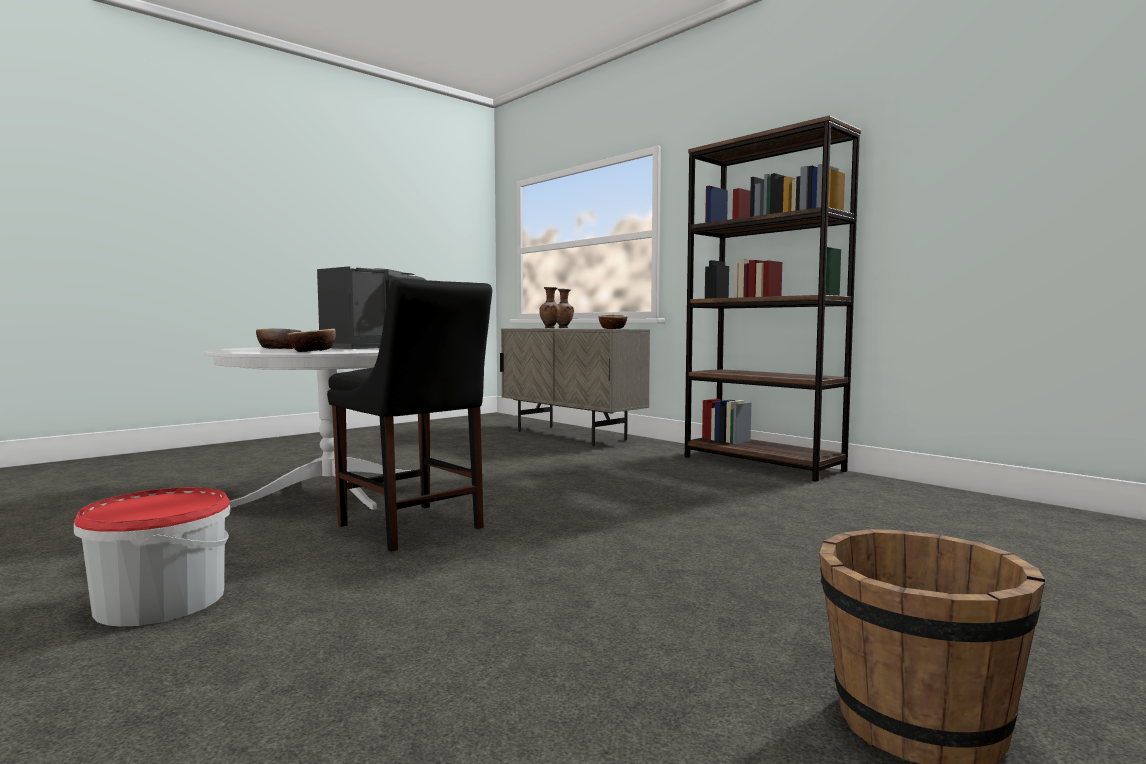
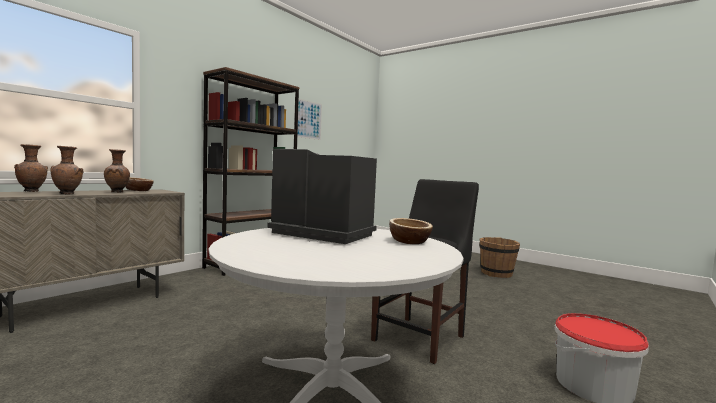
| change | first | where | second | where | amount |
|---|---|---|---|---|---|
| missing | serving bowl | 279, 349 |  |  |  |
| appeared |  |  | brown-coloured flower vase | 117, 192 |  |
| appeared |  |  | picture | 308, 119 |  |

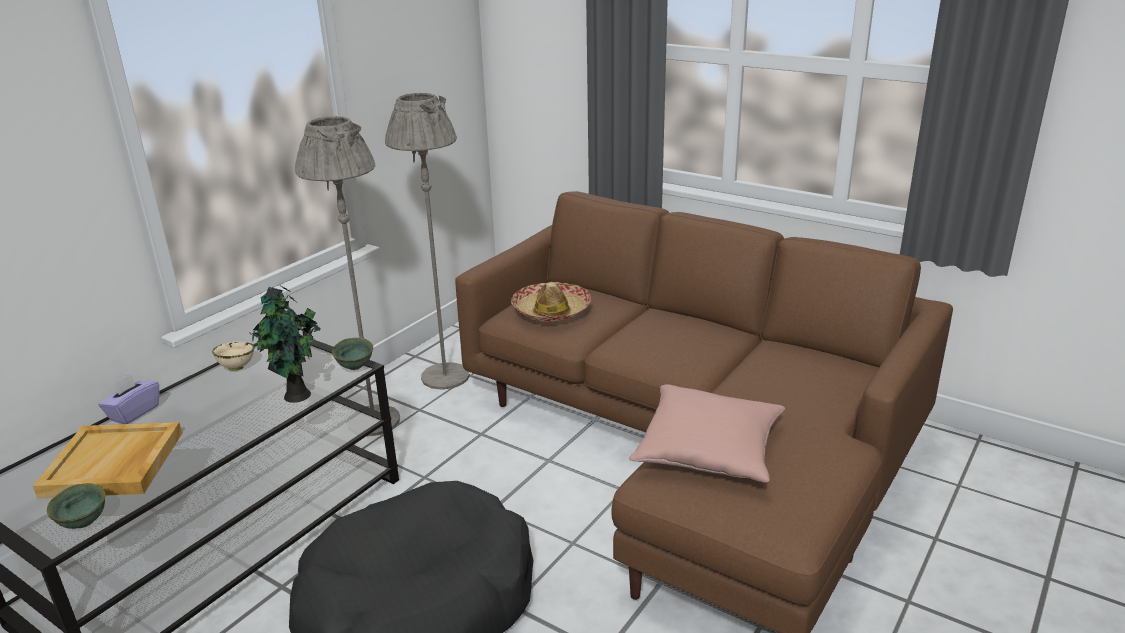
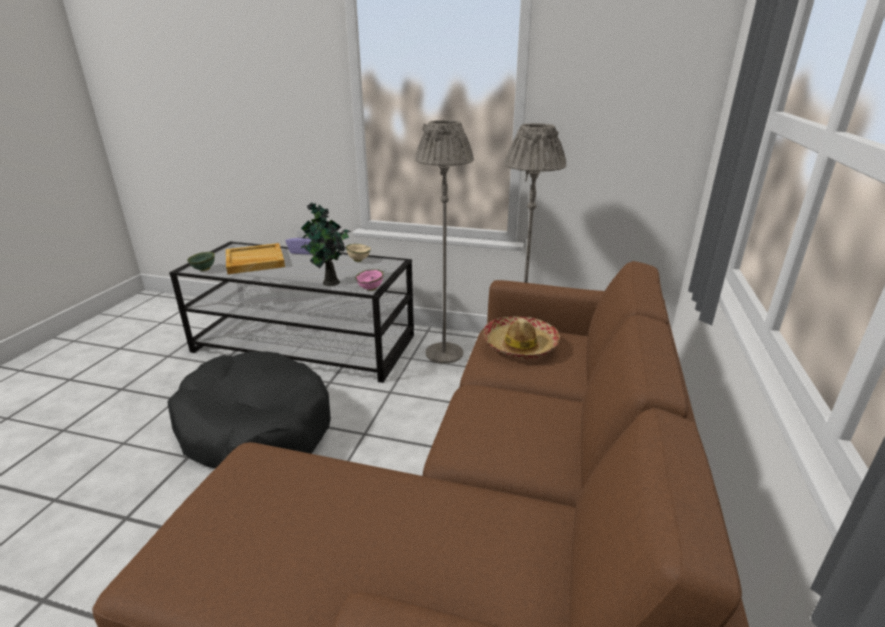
| change | first | where | second | where | amount |
|---|---|---|---|---|---|
| colour | green-coloured serving bowl | 356, 367 | pink-coloured serving bowl | 371, 289 |  |
| missing | pink-coloured pillow | 708, 450 |  |  |  |

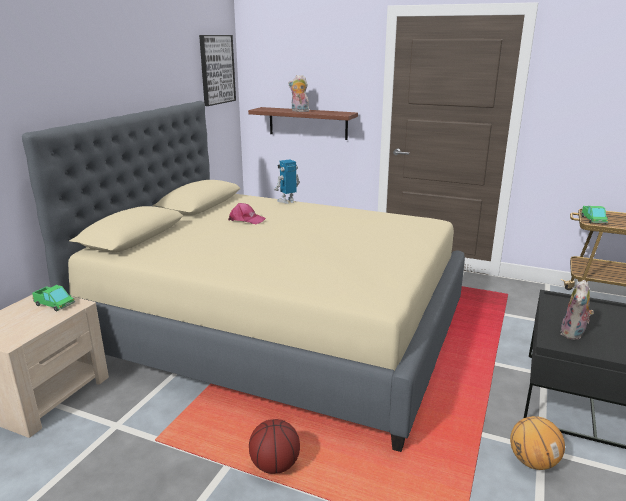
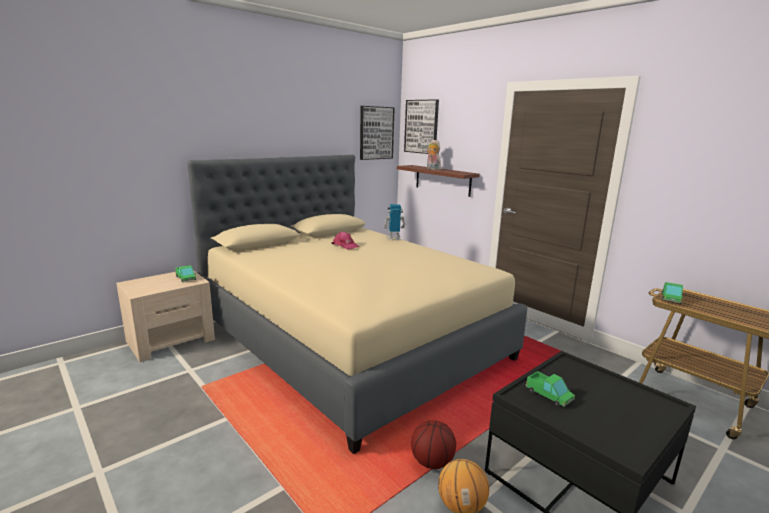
| change | first | where | second | where | amount |
|---|---|---|---|---|---|
| relocated | basketball ball | 274, 465 |  | 431, 462 |  |
| exchanged | plush toy | 574, 334 | toy truck | 548, 395 |  |
| appeared |  |  | picture | 421, 126 |  |

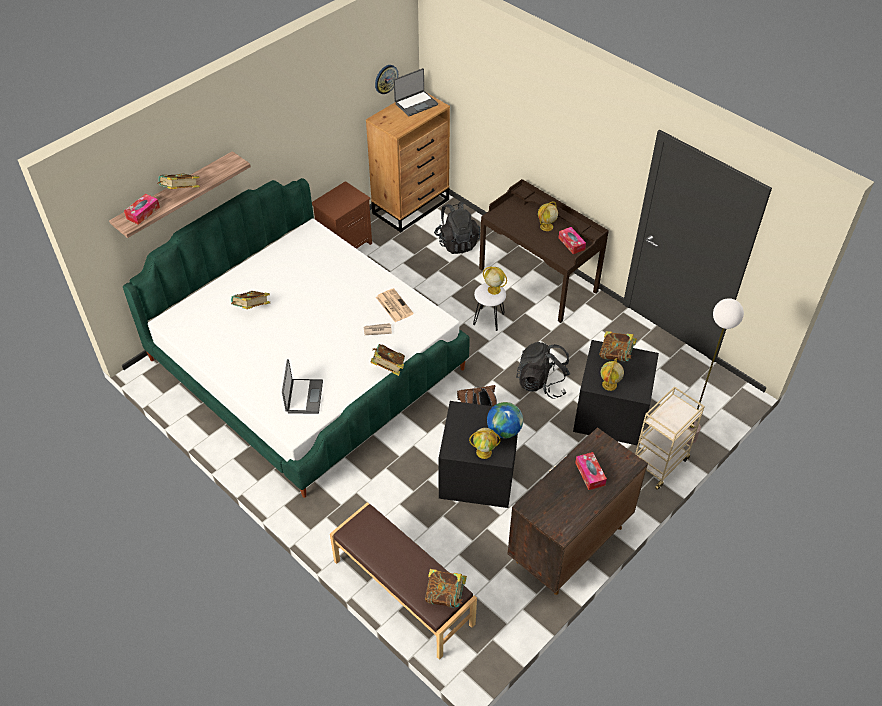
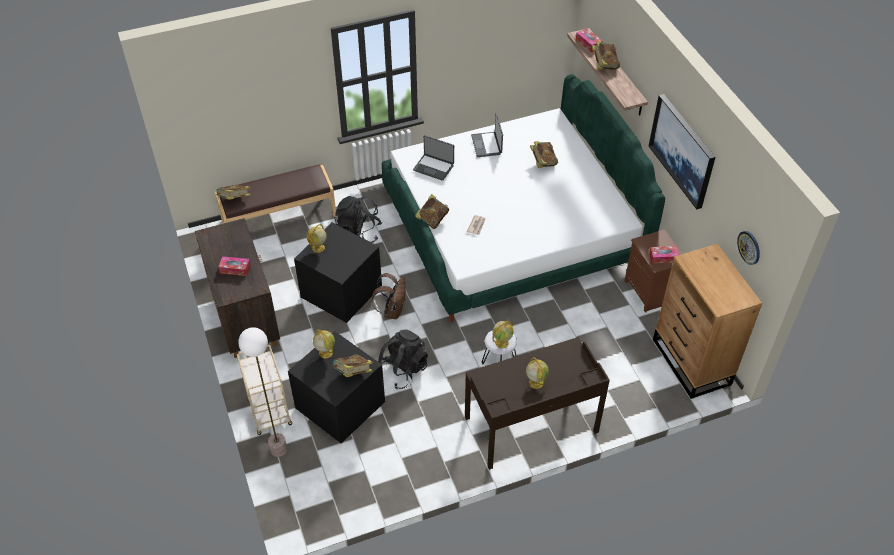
| change | first | where | second | where | amount |
|---|---|---|---|---|---|
| missing | printed paper | 393, 305 |  |  |  |
| relocated | notebook computer | 416, 104 |  | 487, 145 |  |
| relocated | black-coloured knapsack | 457, 242 |  | 358, 233 |  |
| missing | globe | 504, 431 |  |  |  |
| relocated | box of tissues | 571, 243 |  | 663, 257 |  |
| appeared |  |  | picture | 682, 150 |  |

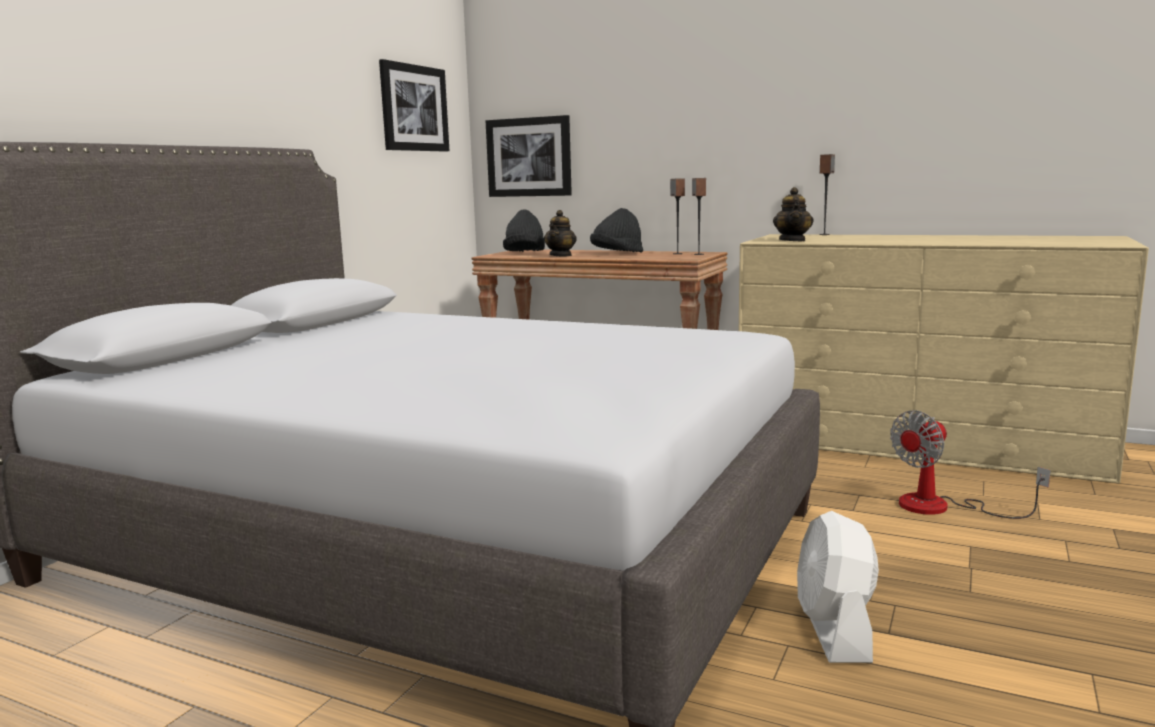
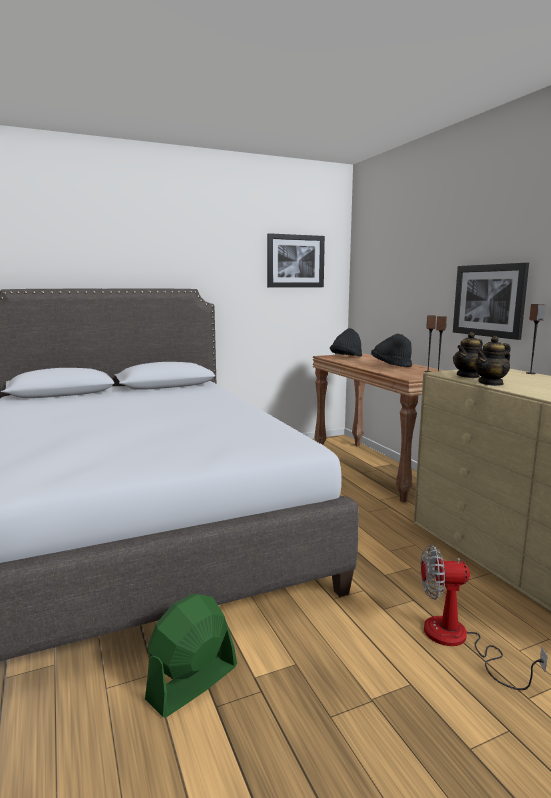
| change | first | where | second | where | amount |
|---|---|---|---|---|---|
| relocated | picture | 529, 157 |  | 489, 300 |  |
| relocated | tea pot | 561, 255 |  | 491, 383 |  |
| colour | white electric fan | 834, 631 | green-coloured electric fan | 192, 683 |  |

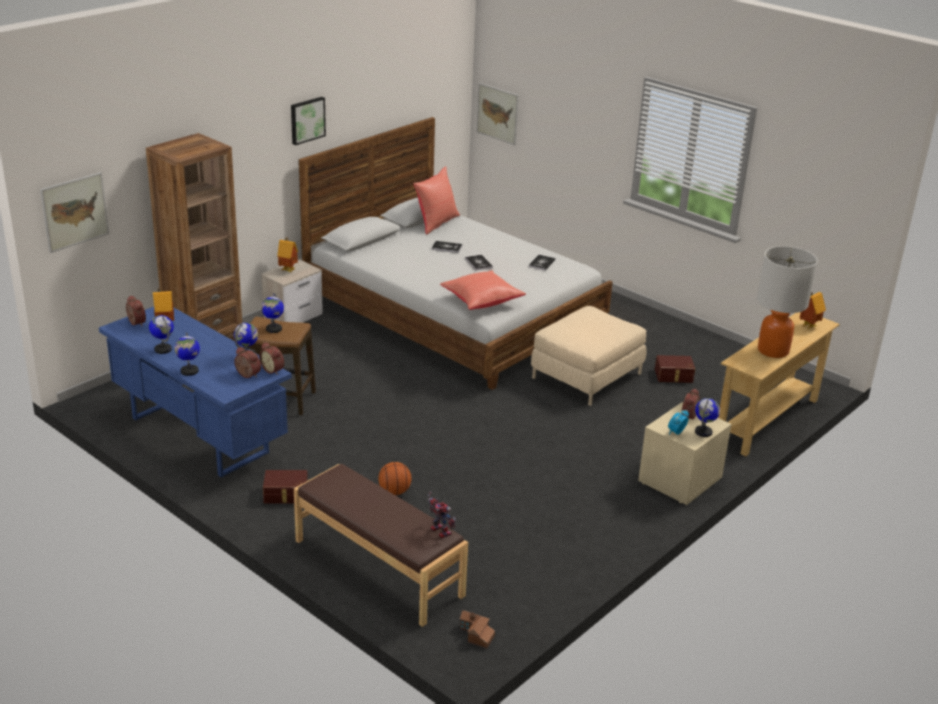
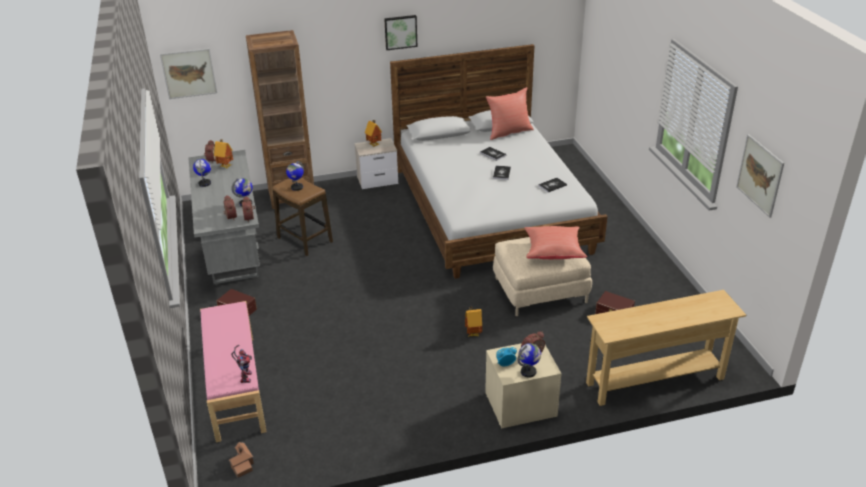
| change | first | where | second | where | amount |
|---|---|---|---|---|---|
| colour | blue-coloured desk | 198, 435 | greyish desk | 231, 249 |  |
| missing | globe | 189, 371 |  |  |  |
| colour | brown-coloured bench | 377, 568 | pink-coloured bench | 234, 387 |  |
| missing | basketball ball | 394, 492 |  |  |  |
| relocated | red-coloured pillow | 481, 301 |  | 553, 251 |  |
| relocated | picture | 497, 113 |  | 760, 175 |  |
| missing | tabletop lamp | 773, 350 |  |  |  |
| relocated | model house | 808, 326 |  | 473, 334 |  |

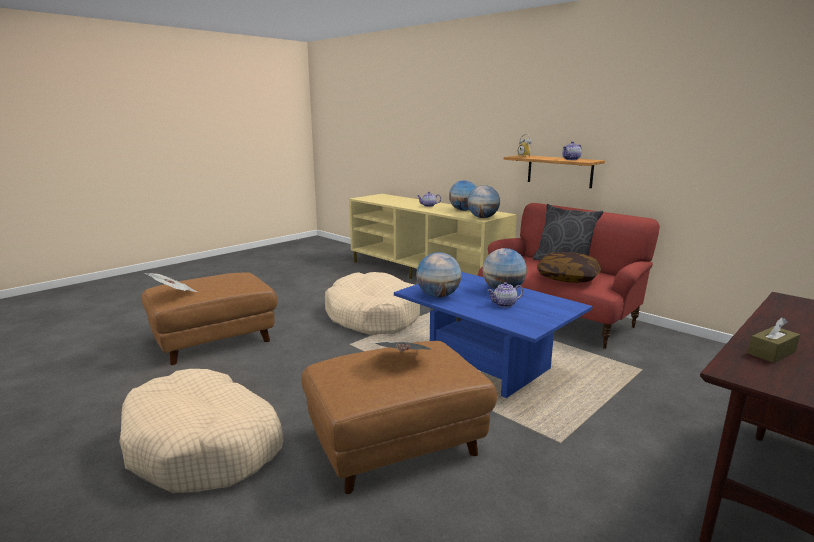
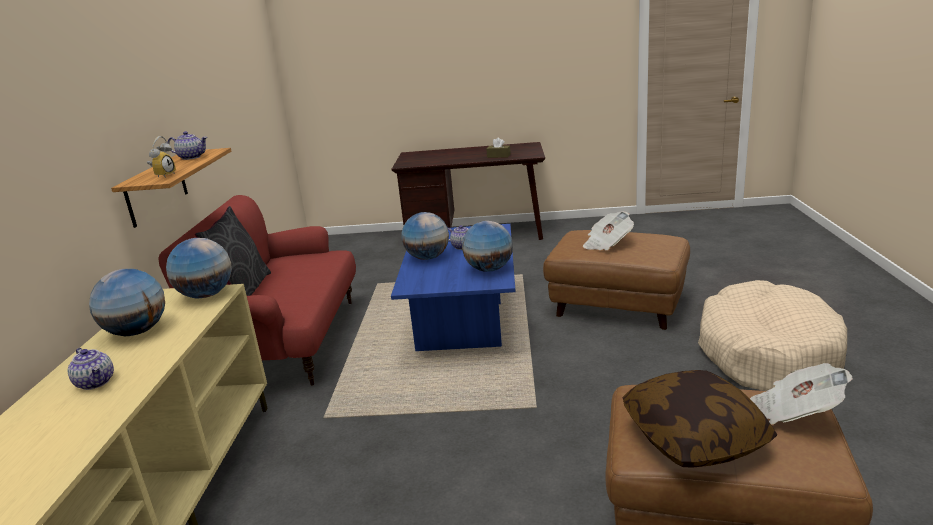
| change | first | where | second | where | amount |
|---|---|---|---|---|---|
| missing | sand-coloured pet bed | 373, 316 |  |  |  |
| relocated | pillow | 567, 278 |  | 694, 436 |  |

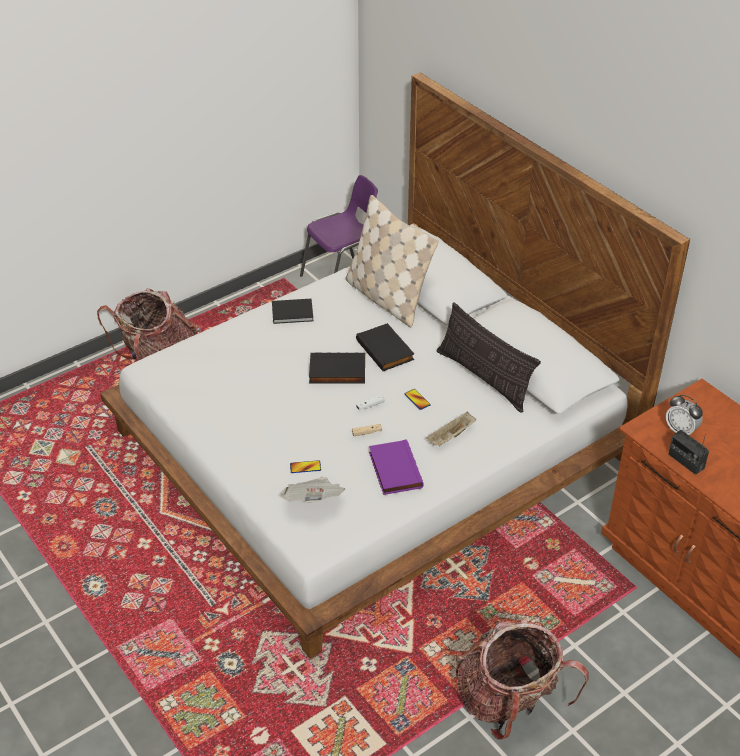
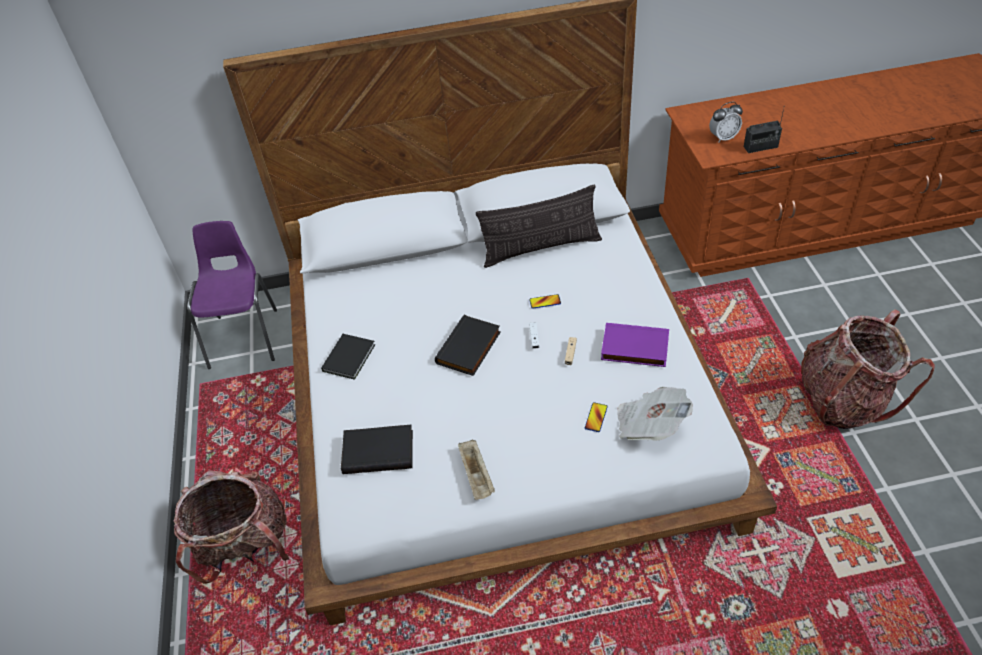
| change | first | where | second | where | amount |
|---|---|---|---|---|---|
| missing | sand-coloured pillow | 387, 298 |  |  |  |
| relocated | black-coloured volume | 386, 350 |  | 379, 450 |  |
| relocated | sand-coloured carrying tray | 451, 437 |  | 477, 476 |  |

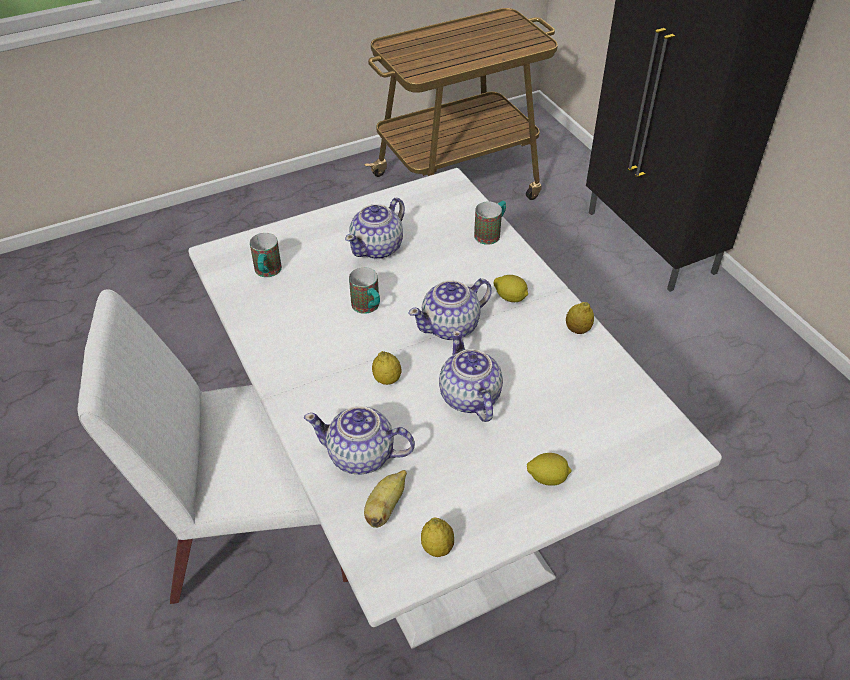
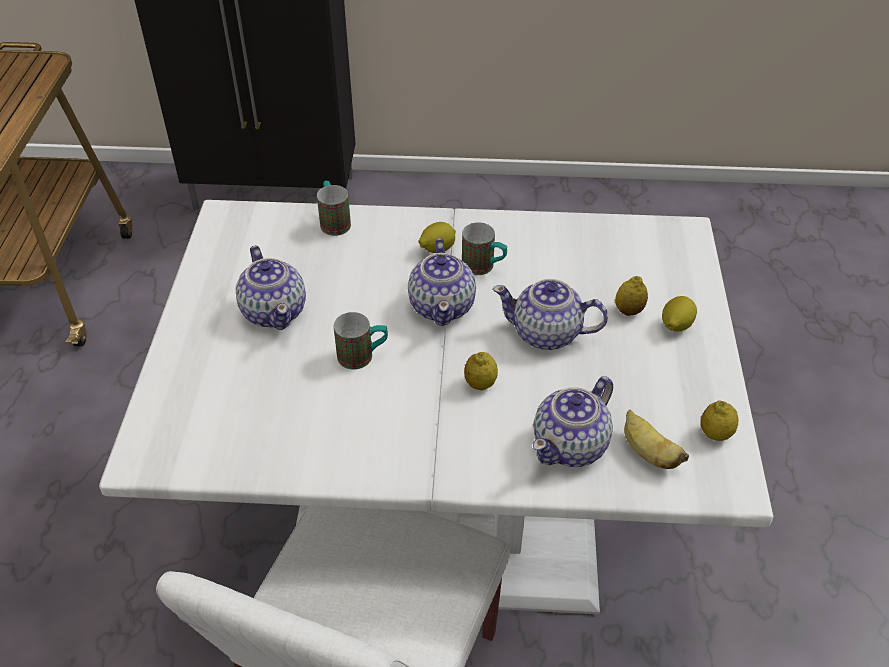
| change | first | where | second | where | amount |
|---|---|---|---|---|---|
| relocated | tea mug | 267, 273 |  | 484, 267 |  |
| relocated | whole lemon | 577, 330 |  | 629, 311 |  |

